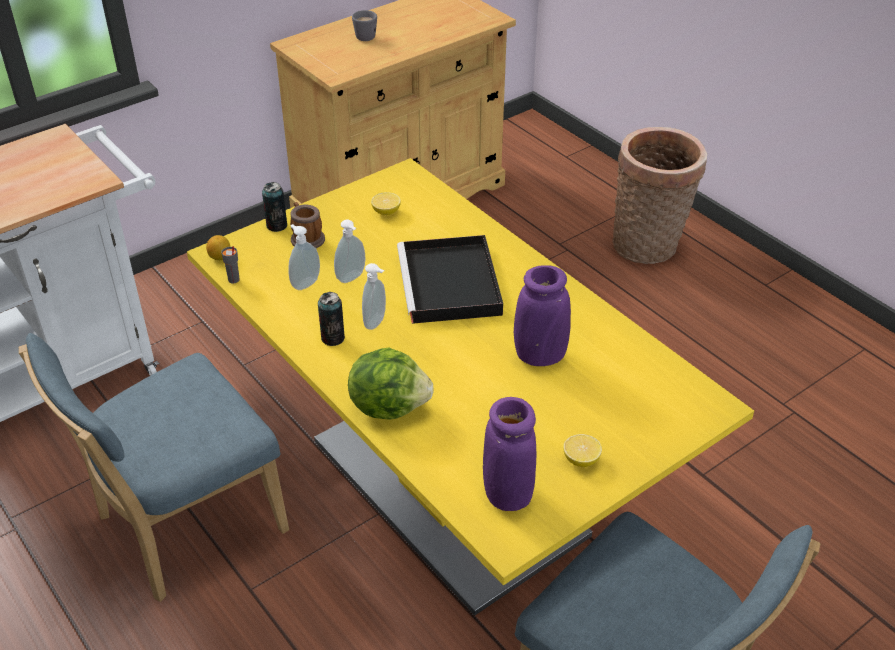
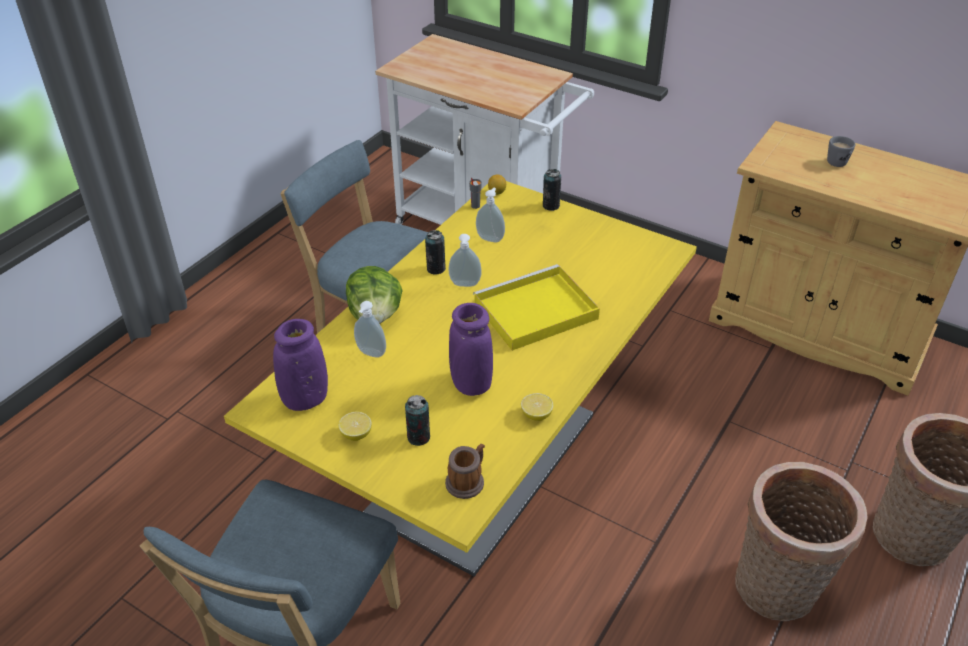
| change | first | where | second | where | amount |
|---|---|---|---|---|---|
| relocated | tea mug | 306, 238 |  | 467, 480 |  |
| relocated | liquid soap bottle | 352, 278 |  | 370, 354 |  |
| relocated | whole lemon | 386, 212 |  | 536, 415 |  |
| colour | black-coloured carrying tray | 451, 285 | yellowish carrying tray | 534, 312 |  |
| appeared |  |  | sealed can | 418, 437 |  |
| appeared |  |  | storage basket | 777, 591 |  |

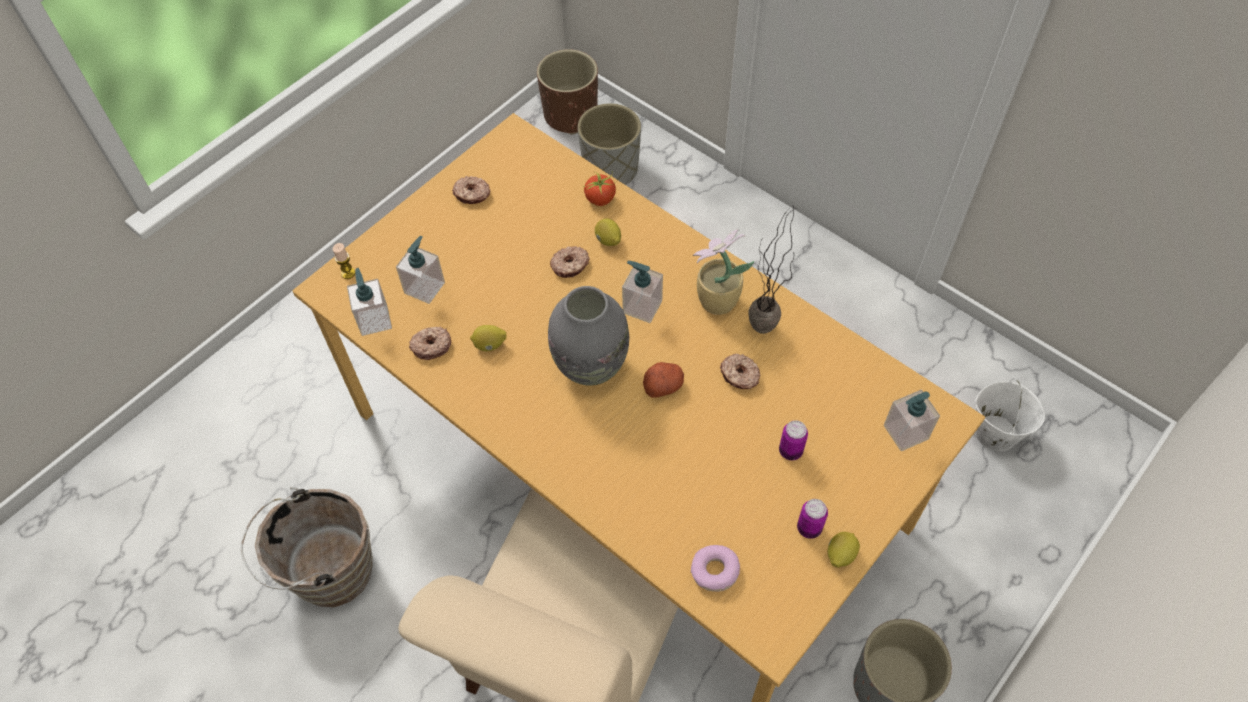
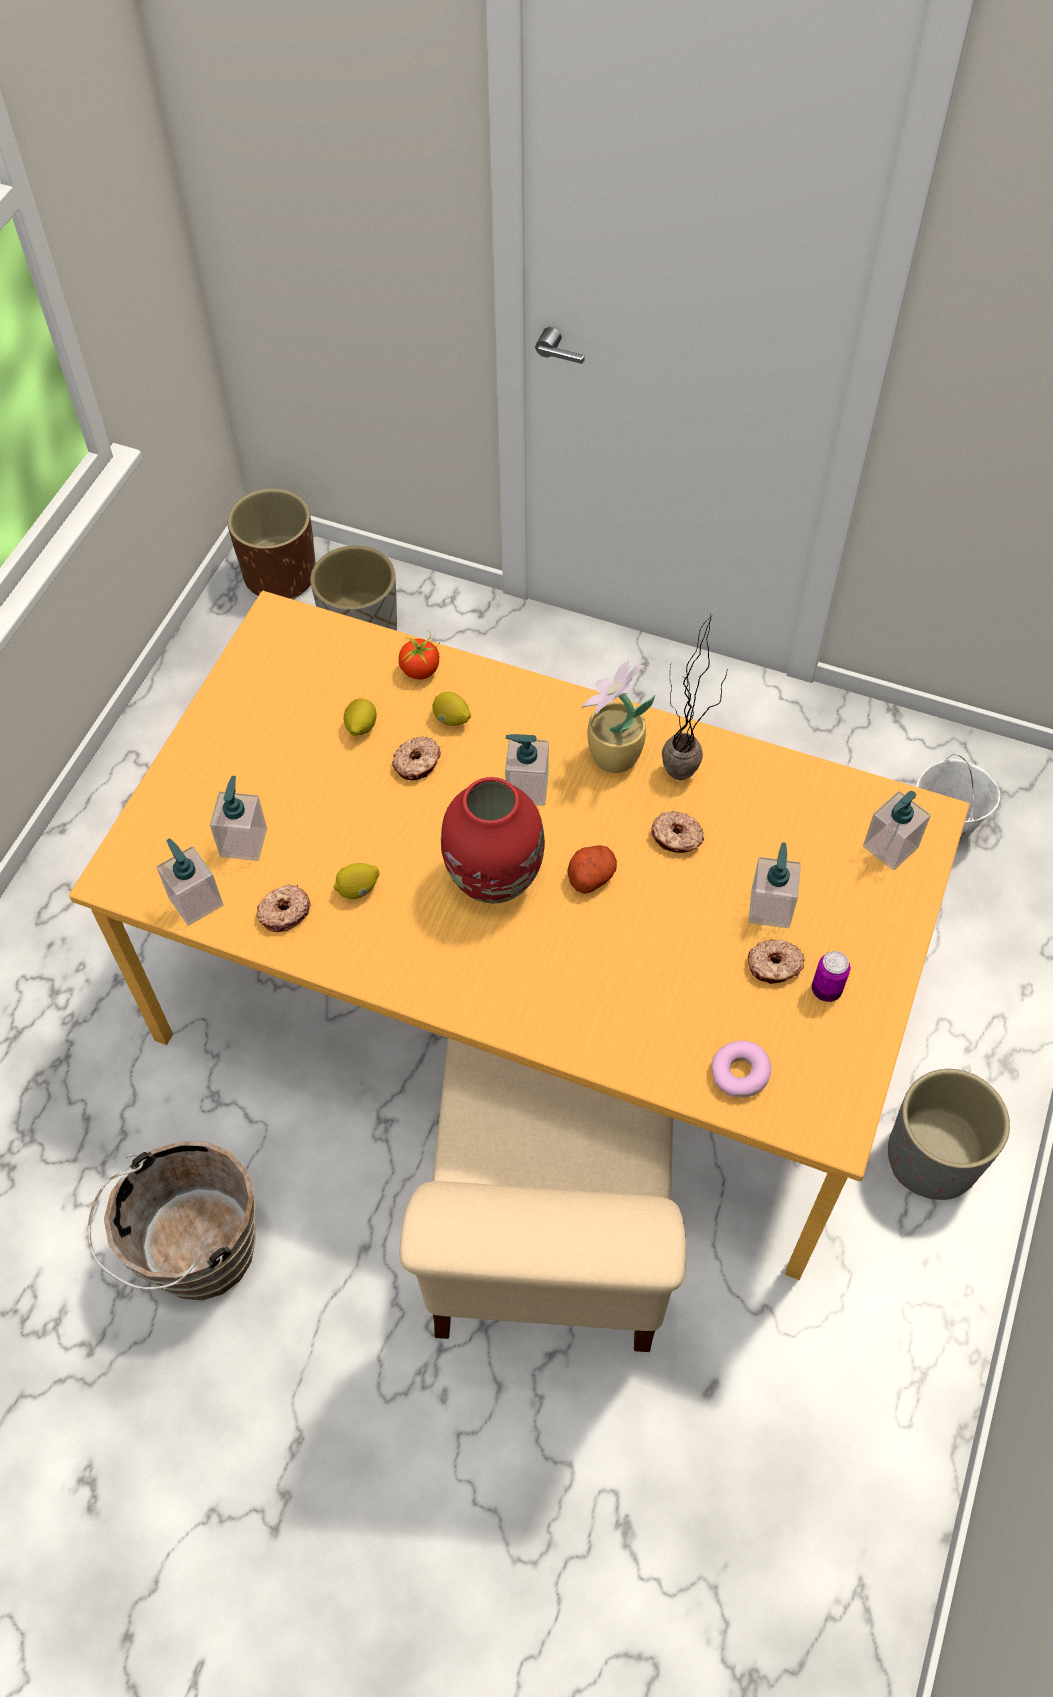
| change | first | where | second | where | amount |
|---|---|---|---|---|---|
| missing | wax candle | 348, 273 |  |  |  |
| relocated | ring doughnut | 472, 194 |  | 774, 966 |  |
| colour | greyish flower vase | 590, 367 | red-coloured flower vase | 494, 879 |  |
| exchanged | sealed can | 790, 451 | liquid soap bottle | 770, 908 |  |
| relocated | whole lemon | 840, 555 |  | 361, 727 |  |

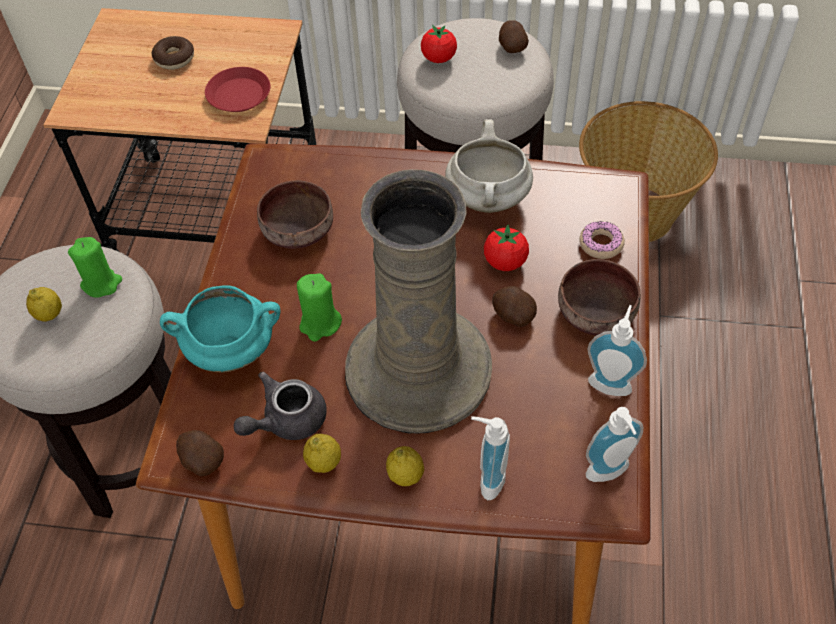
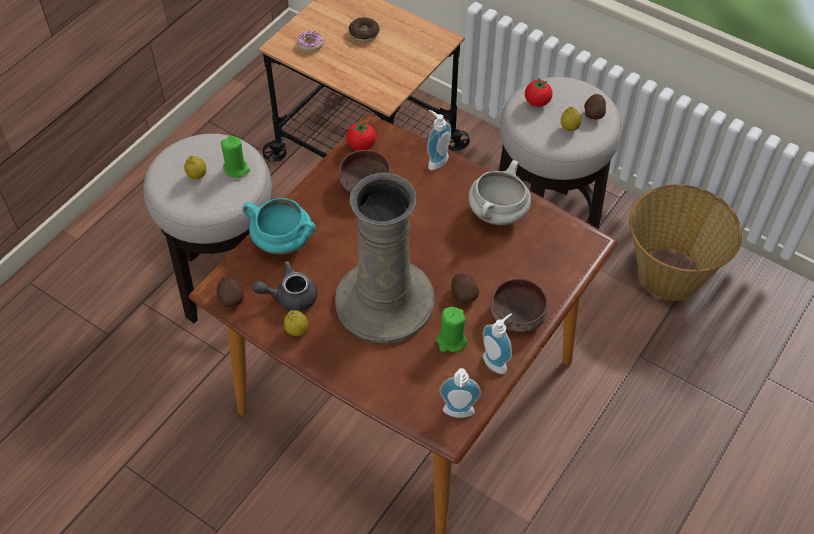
| change | first | where | second | where | amount |
|---|---|---|---|---|---|
| missing | red-coloured plate | 239, 95 |  |  |  |
| relocated | green-coloured wax candle | 320, 324 |  | 451, 341 |  |
| relocated | whole lemon | 405, 476 |  | 569, 128 |  |
| relocated | liquid soap bottle | 487, 478 |  | 436, 160 |  |
| relocated | tomato | 505, 262 |  | 361, 145 |  |
| relocated | ring doughnut | 601, 244 |  | 310, 44 |  |

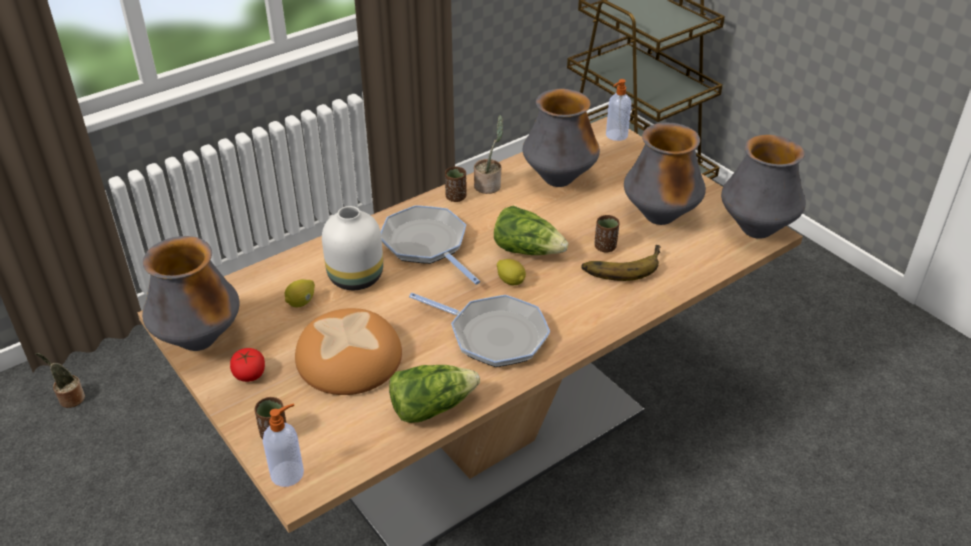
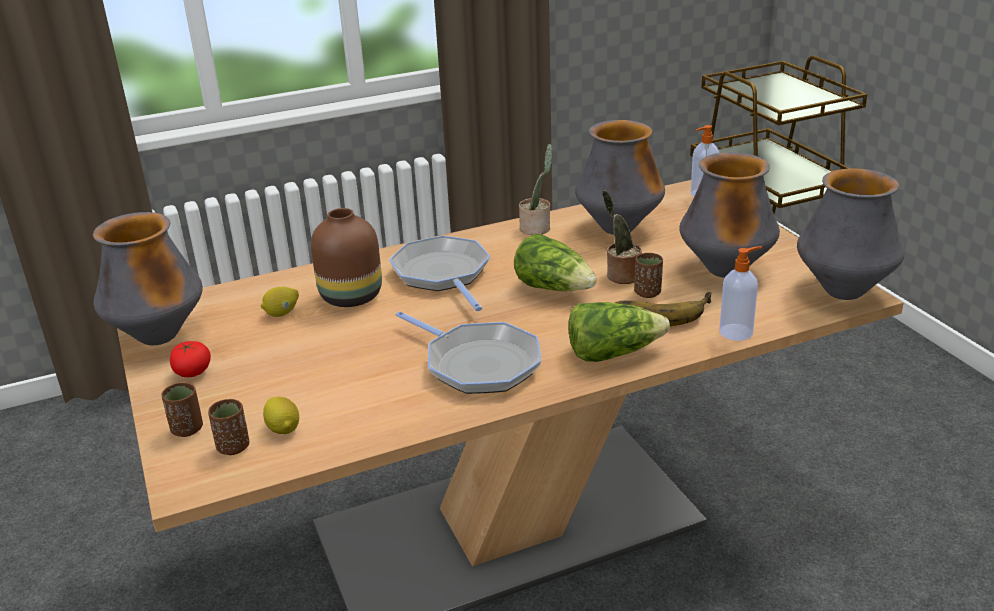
| change | first | where | second | where | amount |
|---|---|---|---|---|---|
| relocated | houseplant | 70, 399 |  | 621, 276 |  |
| relocated | liquid soap bottle | 288, 473 |  | 737, 332 |  |
| missing | bread | 350, 359 |  |  |  |
| colour | white flower vase | 354, 277 | brown-coloured flower vase | 350, 296 |  |
| relocated | lettuce head | 431, 407 |  | 613, 353 |  |
| relocated | brown-coloured cup | 456, 197 |  | 233, 447 |  |
| relocated | whole lemon | 511, 281 |  | 283, 428 |  |

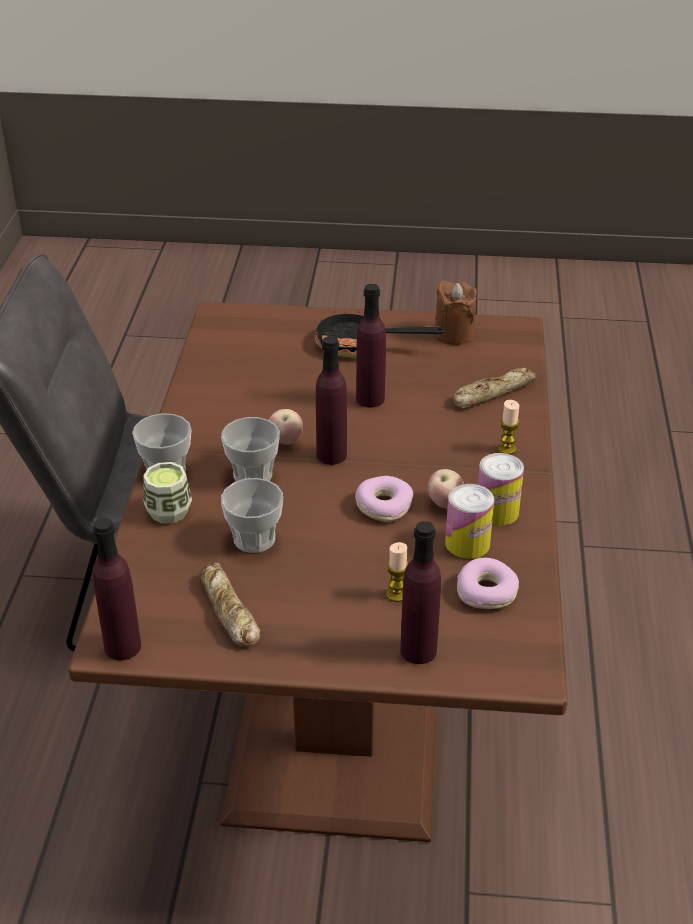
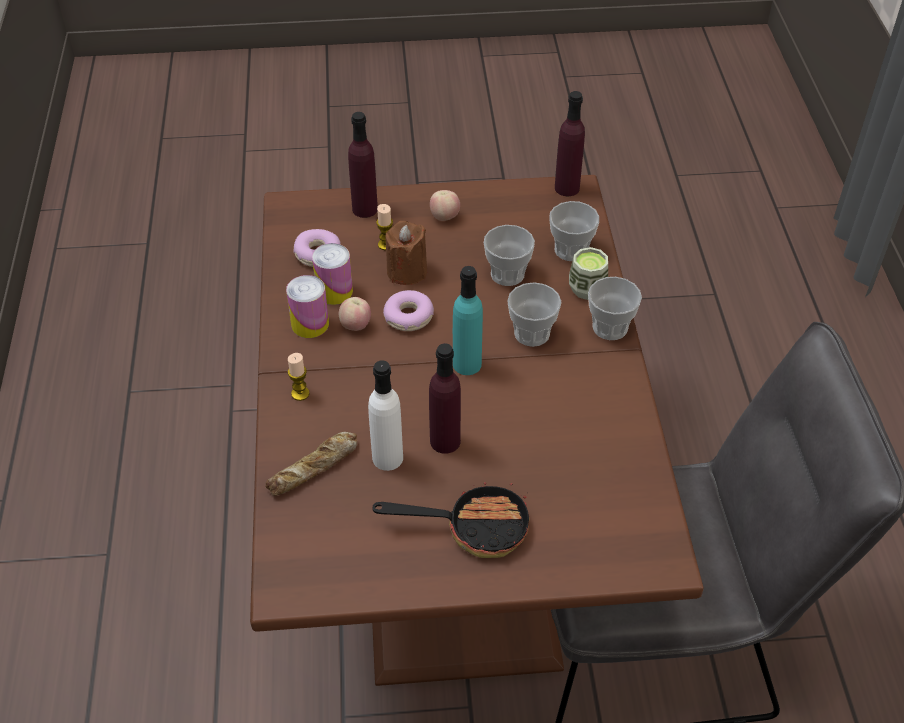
| change | first | where | second | where | amount |
|---|---|---|---|---|---|
| missing | bread | 228, 611 |  |  |  |
| relocated | apple | 286, 441 |  | 444, 217 |  |
| colour | purplish drink bottle | 331, 455 | turquoise-coloured drink bottle | 467, 364 |  |
| relocated | brown-coloured wax candle | 454, 334 |  | 407, 271 |  |
| appeared |  |  | white drink bottle | 387, 458 |  |
| appeared |  |  | cup | 571, 250 |  |

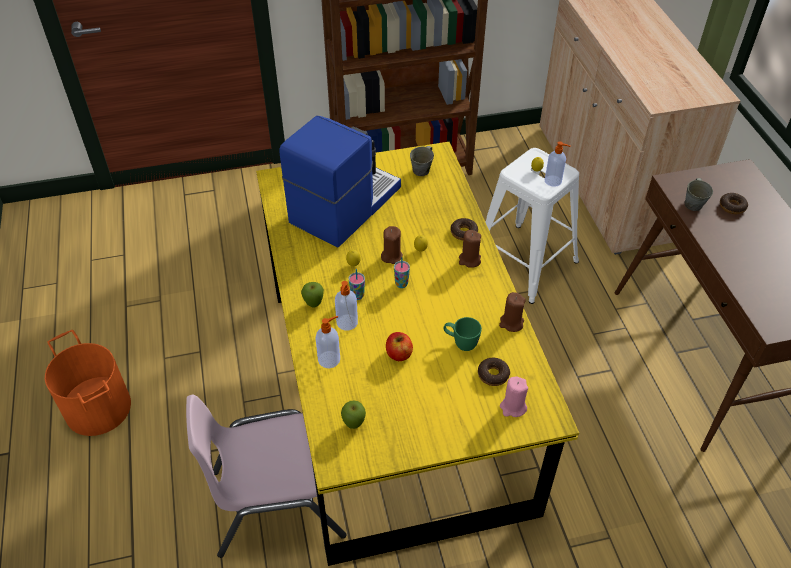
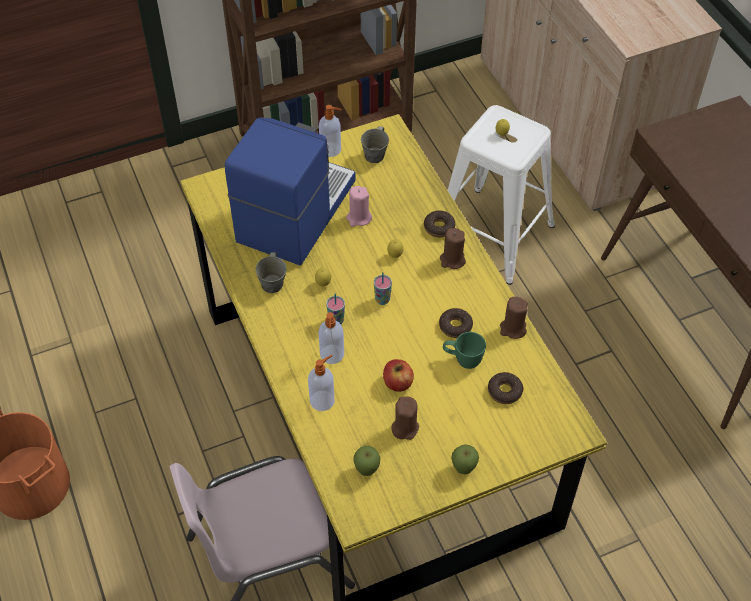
| change | first | where | second | where | amount |
|---|---|---|---|---|---|
| relocated | apple | 314, 304 |  | 463, 469 |  |
| relocated | brown-coloured wax candle | 391, 256 |  | 405, 427 |  |
| relocated | pink-coloured wax candle | 513, 407 |  | 359, 218 |  |
| relocated | liquid soap bottle | 553, 181 |  | 331, 150 |  |
| relocated | greyish tea mug | 693, 204 |  | 273, 283 |  |
| relocated | ring doughnut | 732, 207 |  | 455, 326 |  |

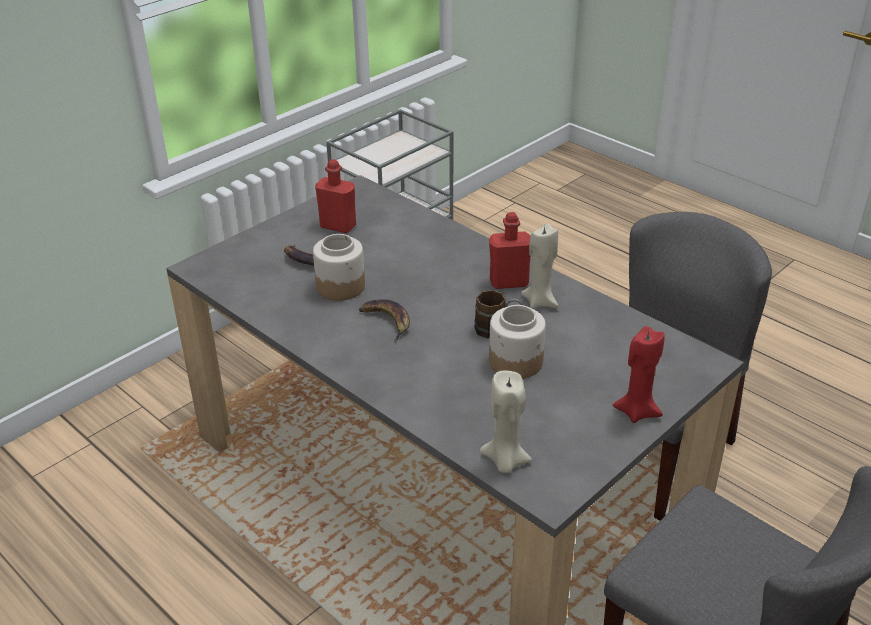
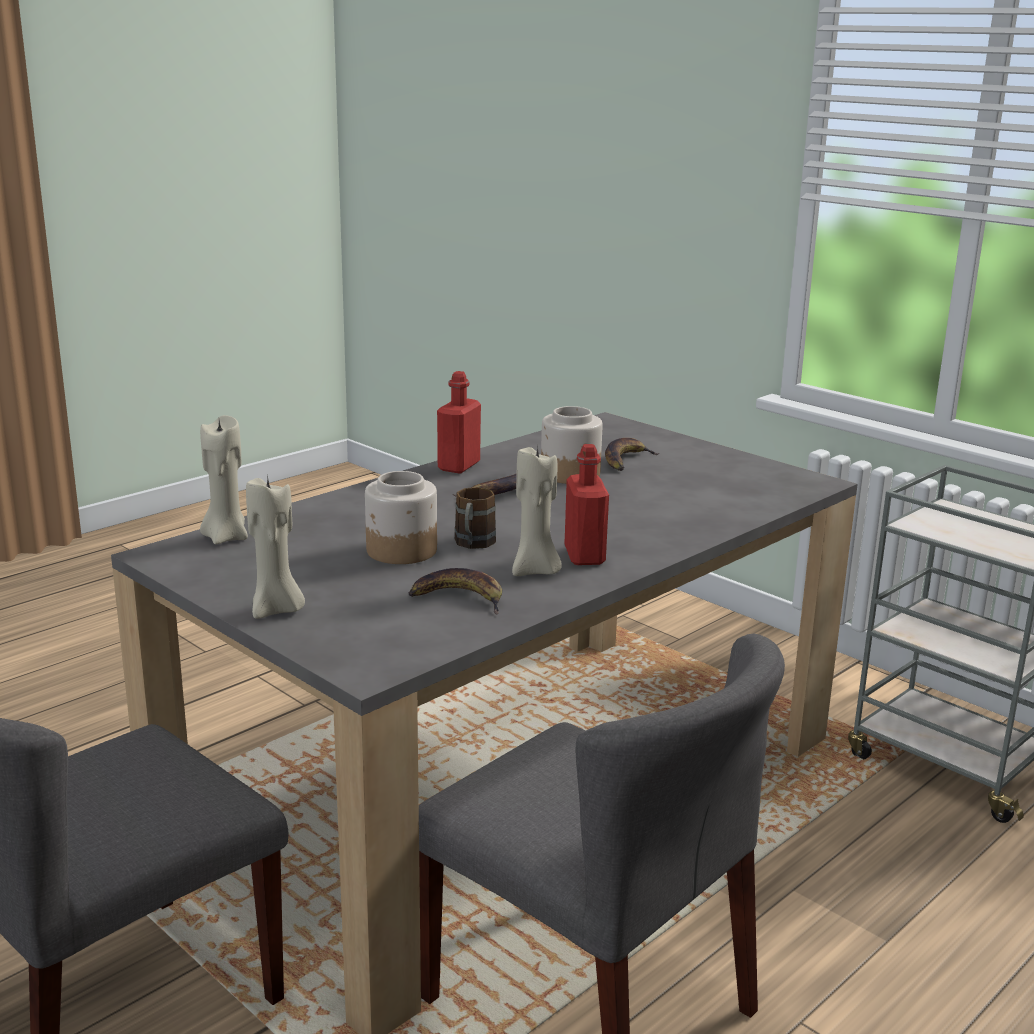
| change | first | where | second | where | amount |
|---|---|---|---|---|---|
| relocated | red-coloured drink bottle | 338, 226 |  | 459, 466 |  |
| colour | red-coloured wax candle | 637, 411 | sand-coloured wax candle | 277, 610 |  |
| appeared |  |  | whole banana | 459, 598 |  |

